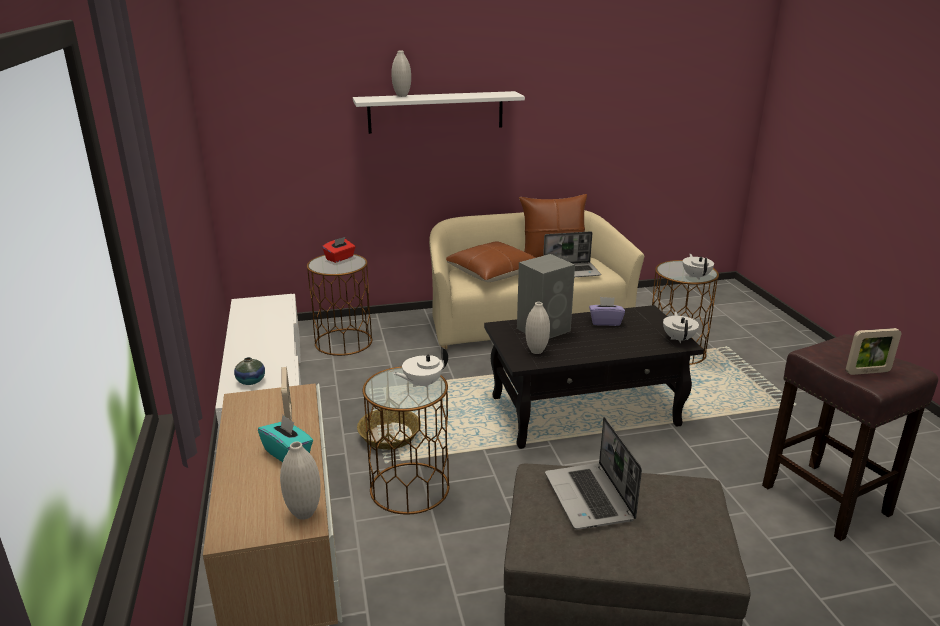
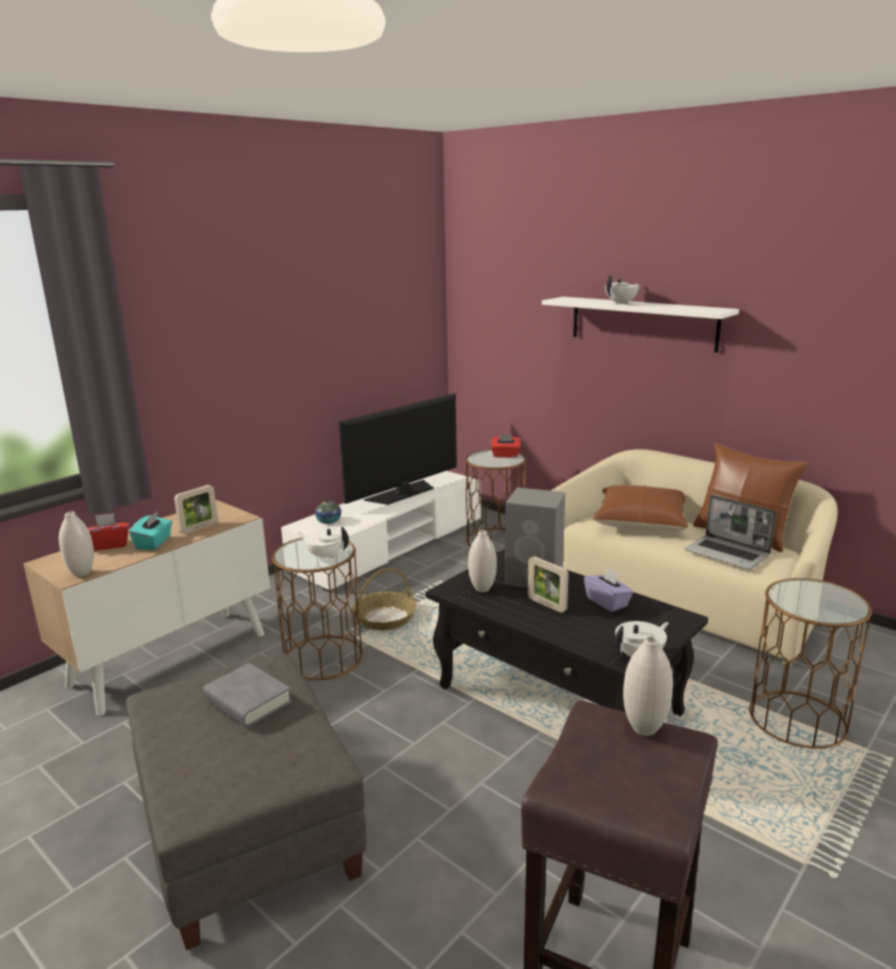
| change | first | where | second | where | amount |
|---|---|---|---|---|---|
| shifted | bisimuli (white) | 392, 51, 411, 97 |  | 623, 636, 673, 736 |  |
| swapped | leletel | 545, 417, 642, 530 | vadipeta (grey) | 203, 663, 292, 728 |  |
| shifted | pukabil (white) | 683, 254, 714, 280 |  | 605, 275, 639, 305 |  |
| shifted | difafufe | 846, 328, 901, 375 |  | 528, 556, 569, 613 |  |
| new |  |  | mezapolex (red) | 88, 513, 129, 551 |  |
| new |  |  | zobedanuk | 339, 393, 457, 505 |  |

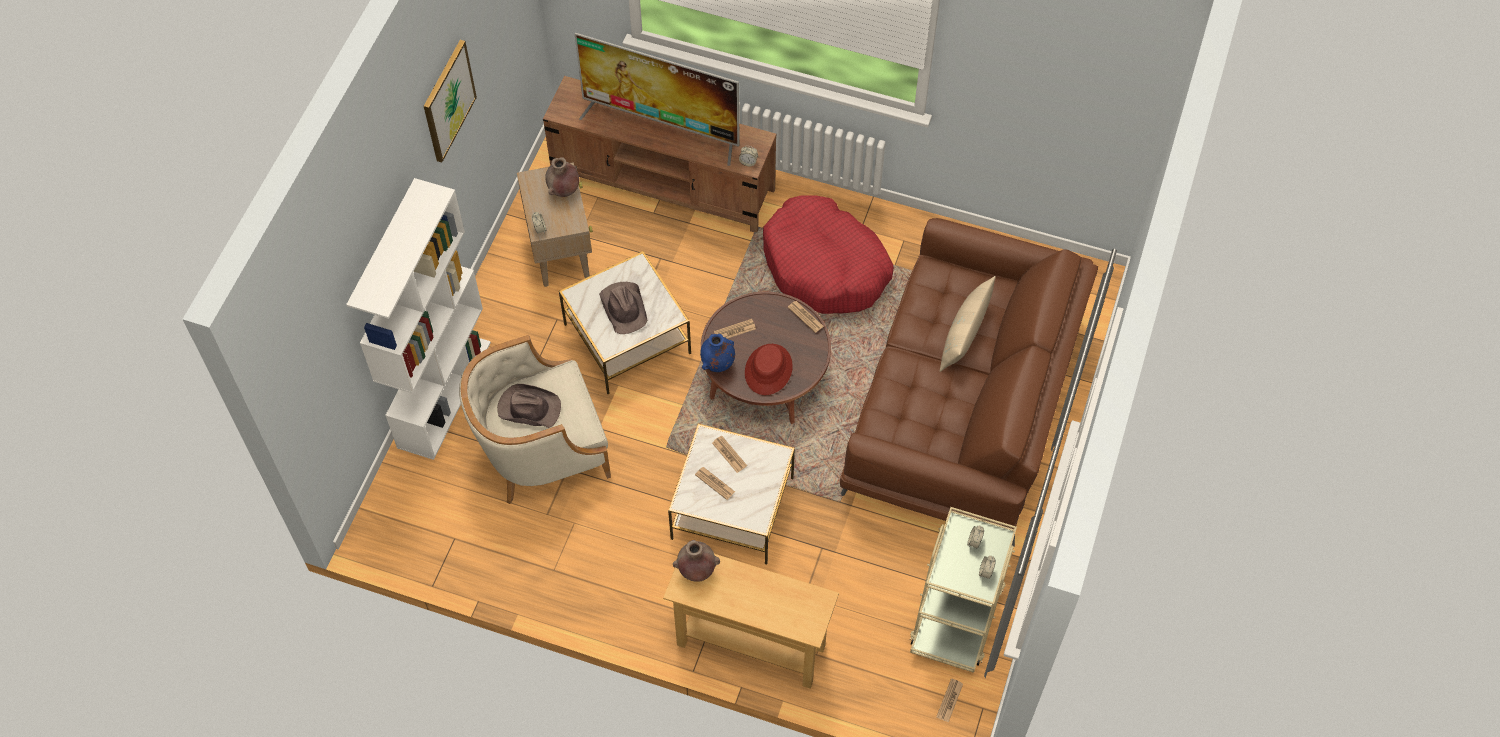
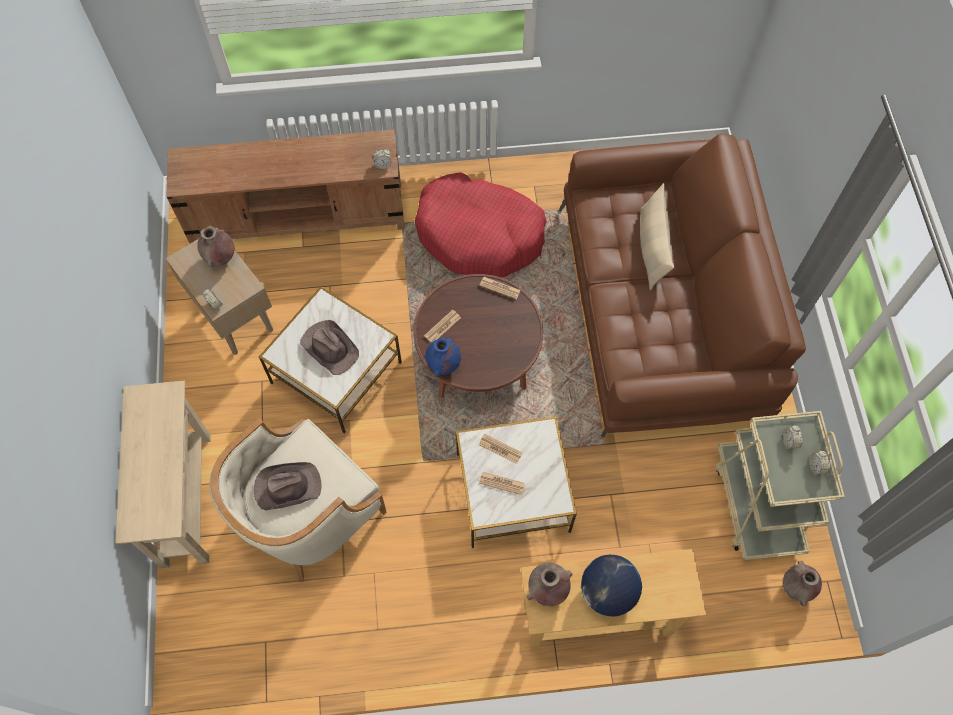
| change | first | where | second | where | amount |
|---|---|---|---|---|---|
| swapped | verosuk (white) | 346, 178, 491, 460 | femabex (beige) | 115, 381, 211, 568 |  |
| gone | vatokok | 424, 40, 477, 162 |  |  |  |
| gone | zobedanuk | 575, 33, 740, 166 |  |  |  |
| gone | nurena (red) | 745, 344, 793, 395 |  |  |  |
| swapped | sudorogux | 936, 678, 963, 722 | bisimuli (brown) | 783, 561, 822, 606 |  |
| new |  |  | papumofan | 581, 555, 642, 616 |  |

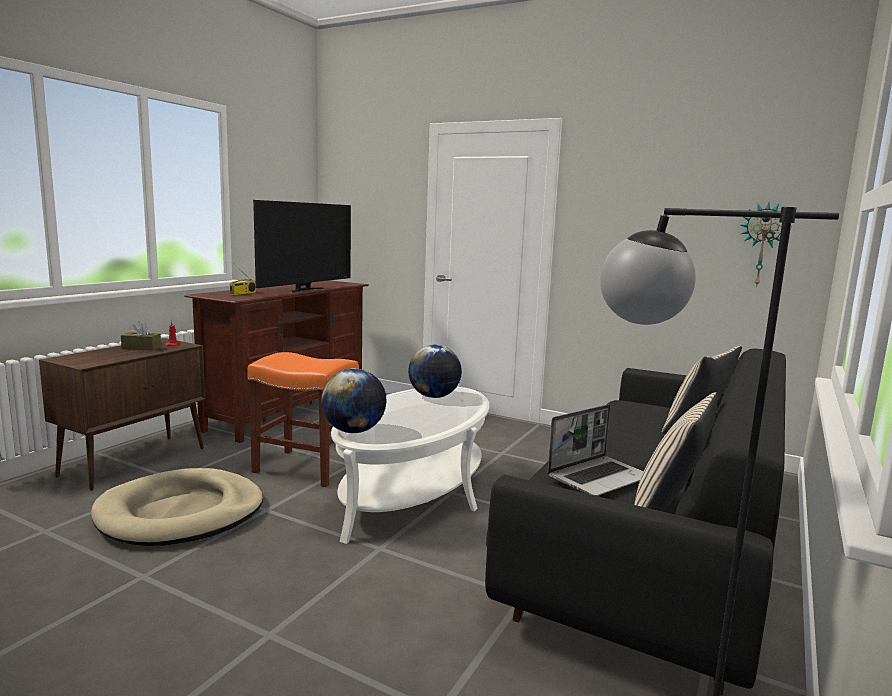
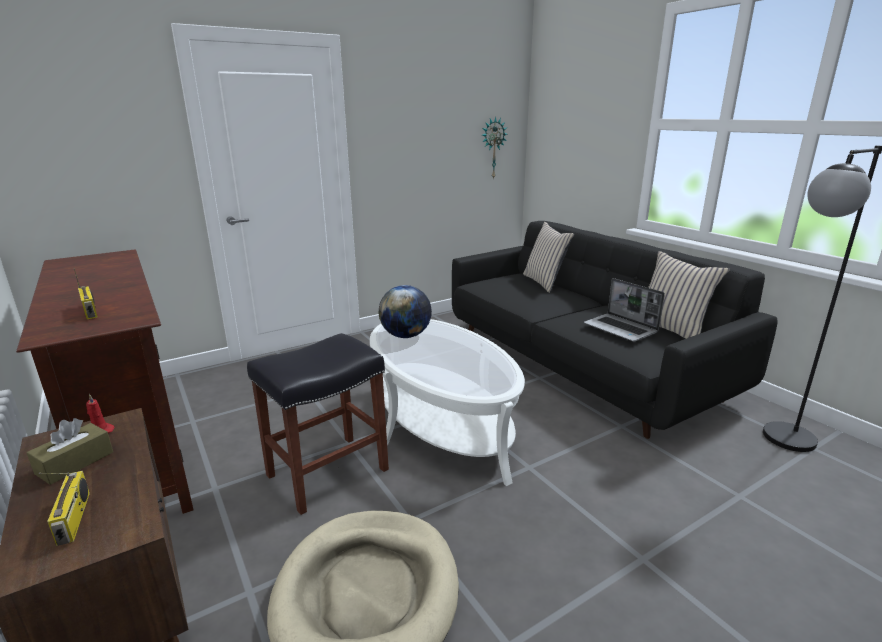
| change | first | where | second | where | amount |
|---|---|---|---|---|---|
| repainted | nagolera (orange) | 247, 352, 359, 487 | nagolera (black) | 247, 333, 389, 515 |  |
| gone | zobedanuk | 253, 200, 351, 292 |  |  |  |
| gone | papumofan | 321, 368, 387, 433 |  |  |  |
| rotated | leletel | 547, 404, 644, 496 |  | 584, 278, 665, 342 | 150 degrees clockwise |
| new |  |  | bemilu | 39, 471, 90, 546 |  |

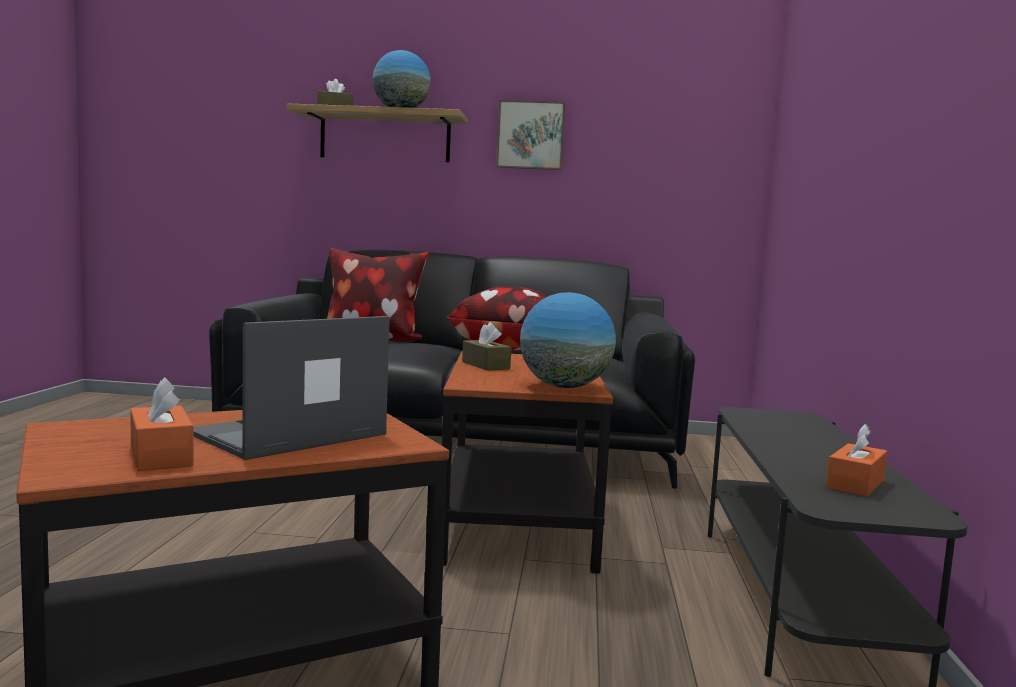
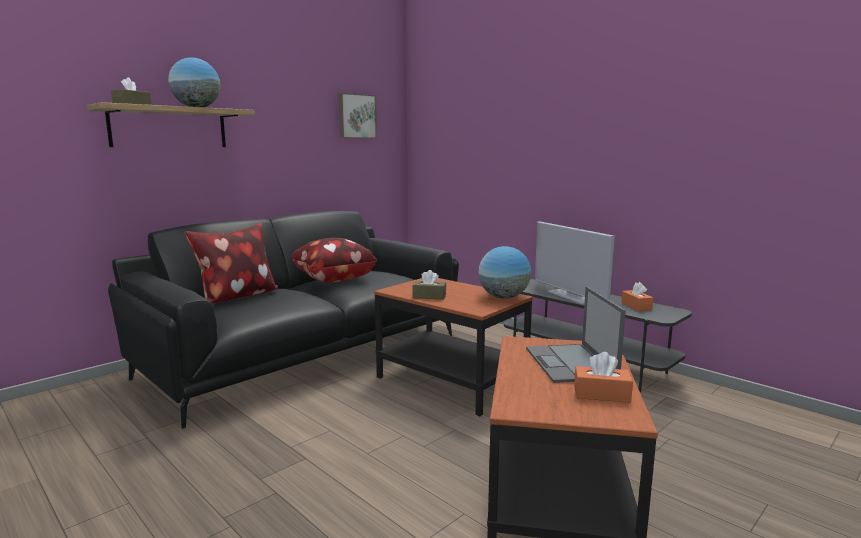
| change | first | where | second | where | amount |
|---|---|---|---|---|---|
| shifted | vatokok | 496, 100, 565, 170 |  | 338, 93, 377, 138 |  |
| new |  |  | zobedanuk | 535, 221, 615, 304 |  |

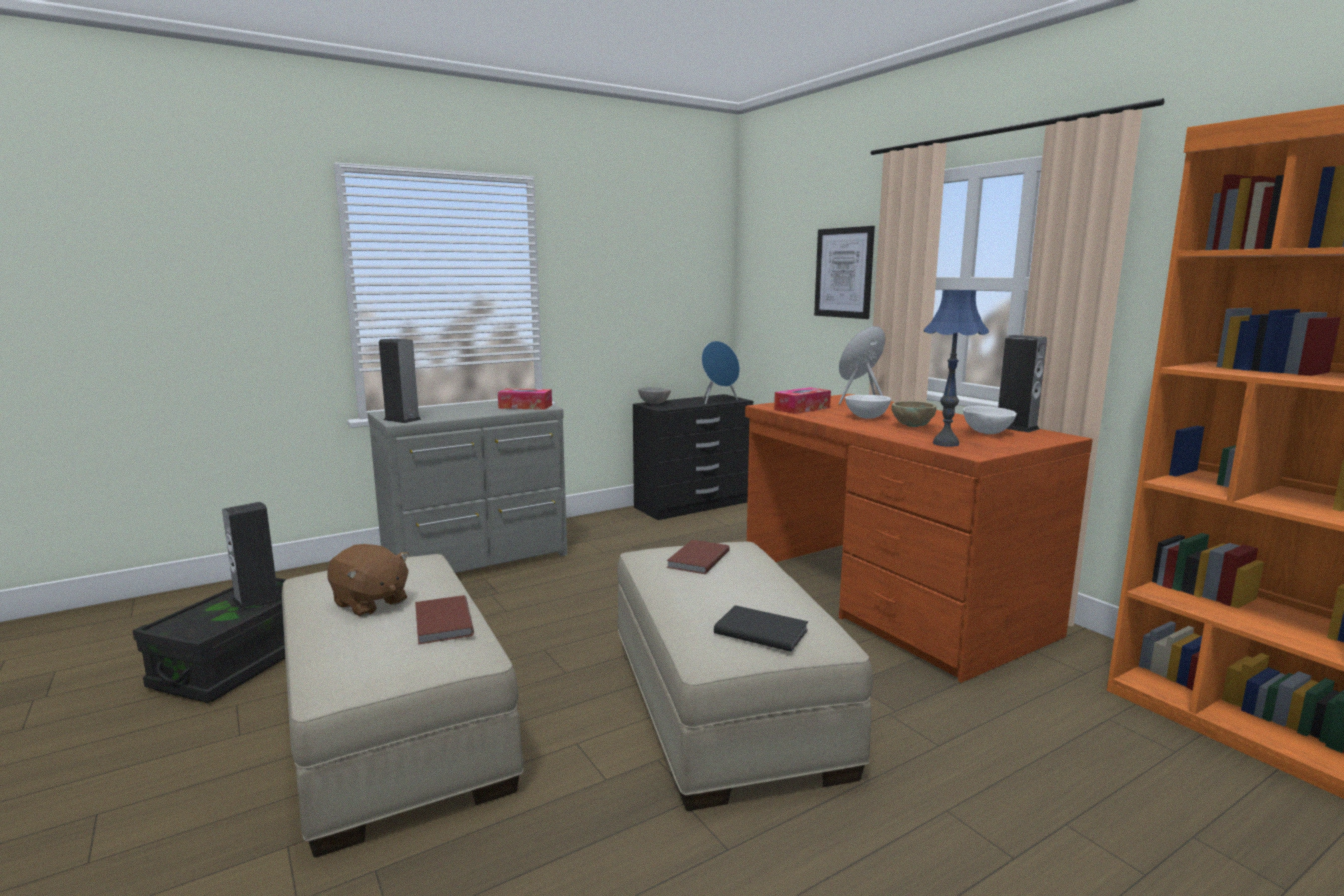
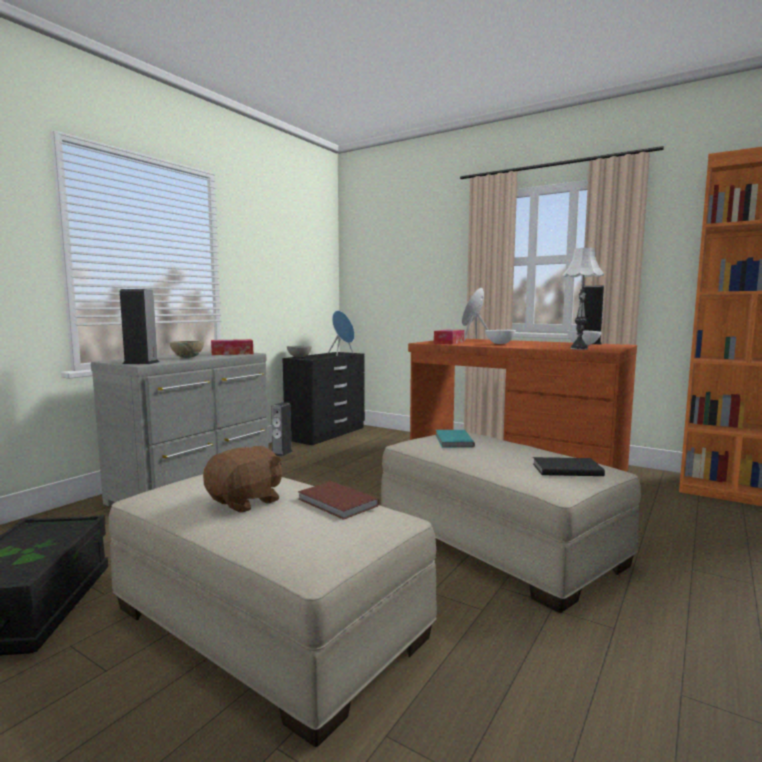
| change | first | where | second | where | amount |
|---|---|---|---|---|---|
| shifted | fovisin | 222, 502, 282, 609 |  | 271, 402, 293, 457 |  |
| rotated | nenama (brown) | 327, 544, 410, 616 |  | 203, 446, 282, 513 | 60 degrees counterclockwise |
| repainted | vadipeta (brown) | 667, 540, 730, 574 | vadipeta (turquoise) | 436, 430, 475, 448 |  |
| gone | vatokok | 814, 226, 875, 319 |  |  |  |
| shifted | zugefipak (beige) | 891, 401, 937, 427 |  | 170, 341, 204, 358 |  |
| repainted | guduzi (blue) | 924, 290, 989, 447 | guduzi (white) | 562, 248, 604, 350 |  |

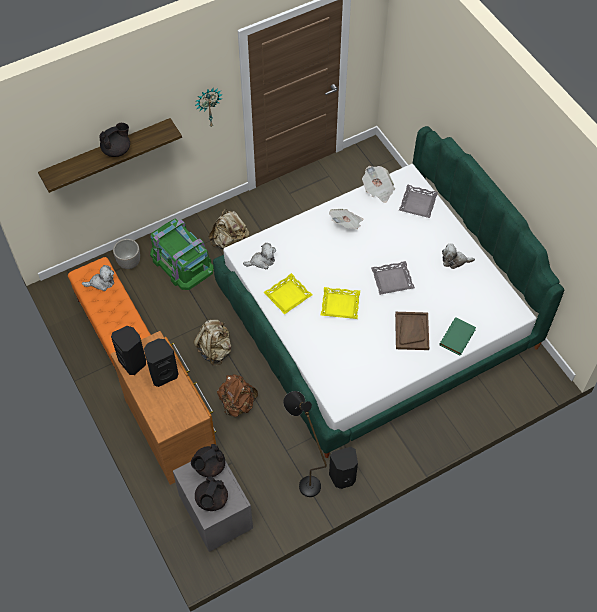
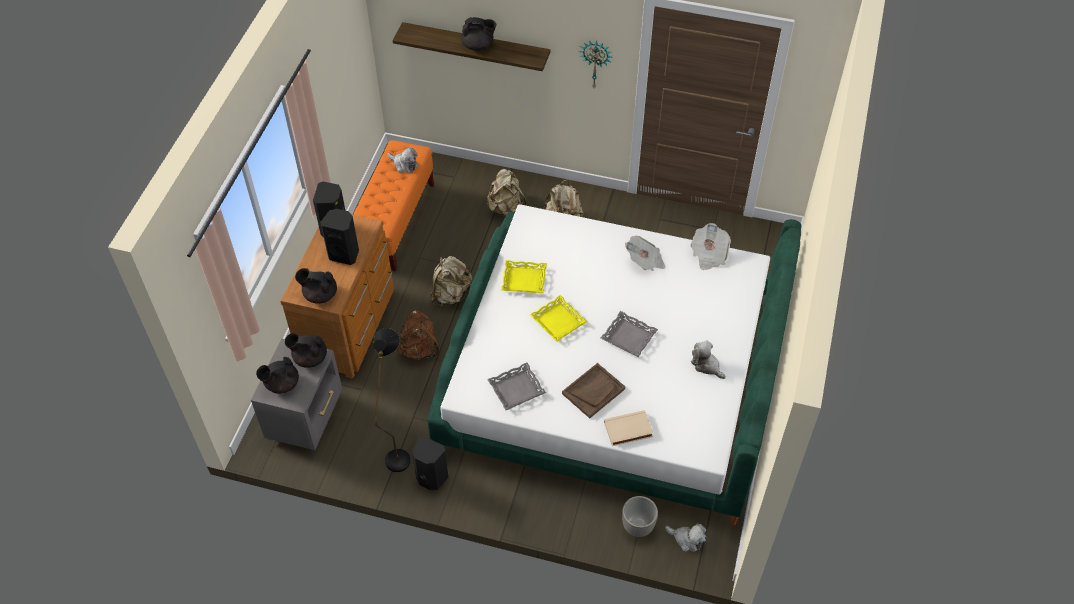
| change | first | where | second | where | amount |
|---|---|---|---|---|---|
| shifted | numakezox | 113, 239, 140, 269 |  | 622, 496, 658, 537 |  |
| swapped | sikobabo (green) | 150, 218, 214, 290 | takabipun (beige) | 487, 169, 527, 216 |  |
| shifted | nenama | 243, 243, 276, 269 |  | 665, 523, 707, 552 |  |
| shifted | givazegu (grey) | 399, 184, 438, 218 |  | 487, 363, 546, 410 |  |
| repainted | vadipeta (green) | 439, 317, 476, 356 | vadipeta (beige) | 604, 410, 653, 446 |  |
| new |  |  | pukabil (black) | 295, 268, 337, 304 |  |

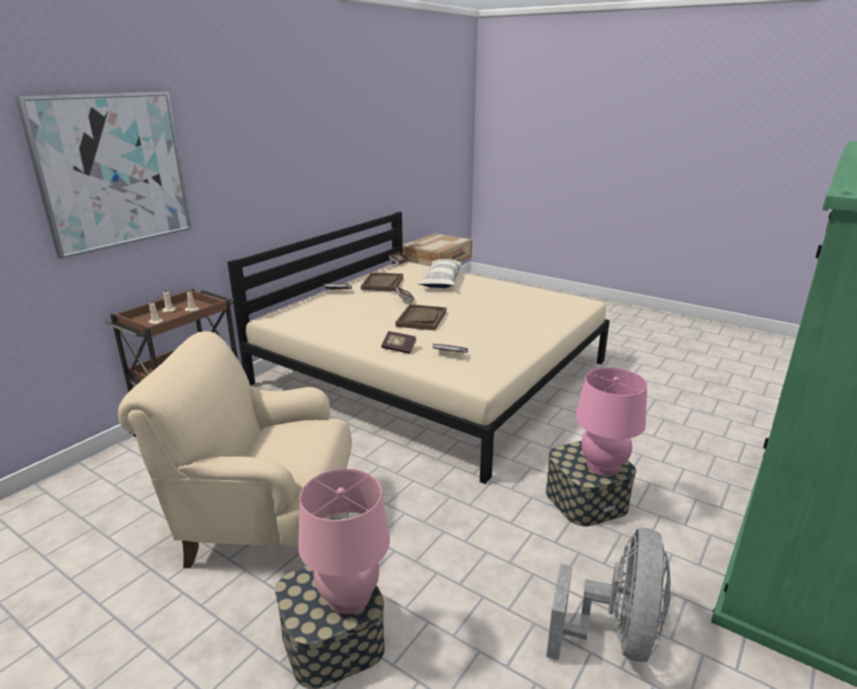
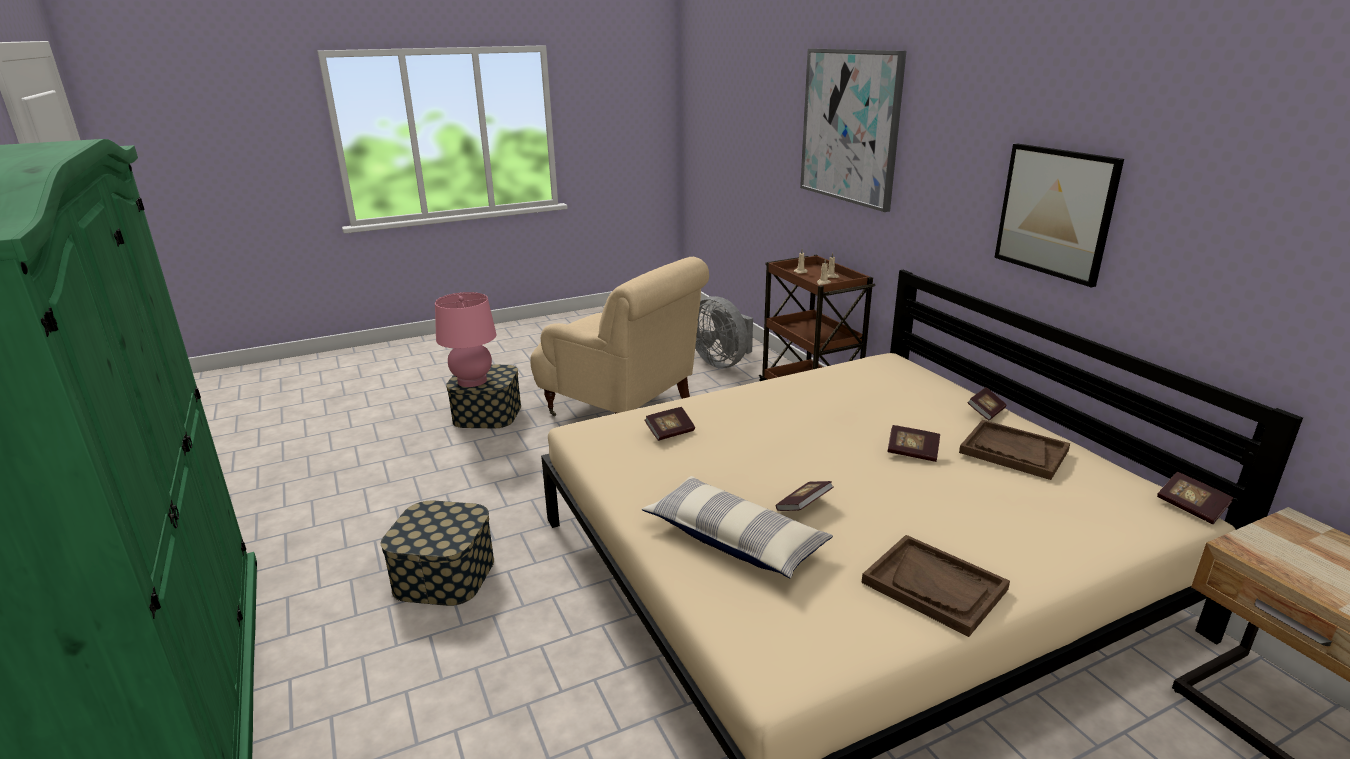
| change | first | where | second | where | amount |
|---|---|---|---|---|---|
| rotated | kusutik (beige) | 118, 331, 352, 568 |  | 530, 257, 709, 416 | 90 degrees clockwise |
| shifted | vadipeta | 381, 331, 416, 354 |  | 776, 481, 833, 511 |  |
| shifted | givazegu (brown) | 395, 304, 446, 331 |  | 861, 535, 1010, 637 |  |
| shifted | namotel | 418, 259, 462, 288 |  | 641, 476, 833, 578 |  |
| shifted | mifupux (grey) | 546, 528, 671, 662 |  | 695, 296, 753, 368 |  |
| gone | guduzi (pink) | 576, 367, 647, 476 |  |  |  |
| new |  |  | vatokok | 994, 143, 1124, 287 |  |

